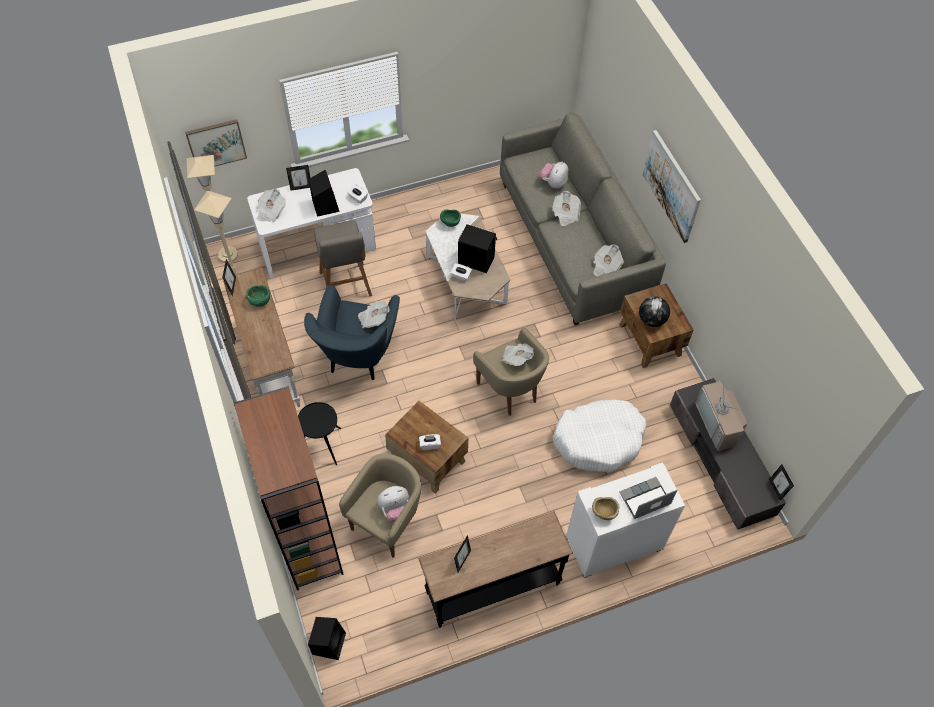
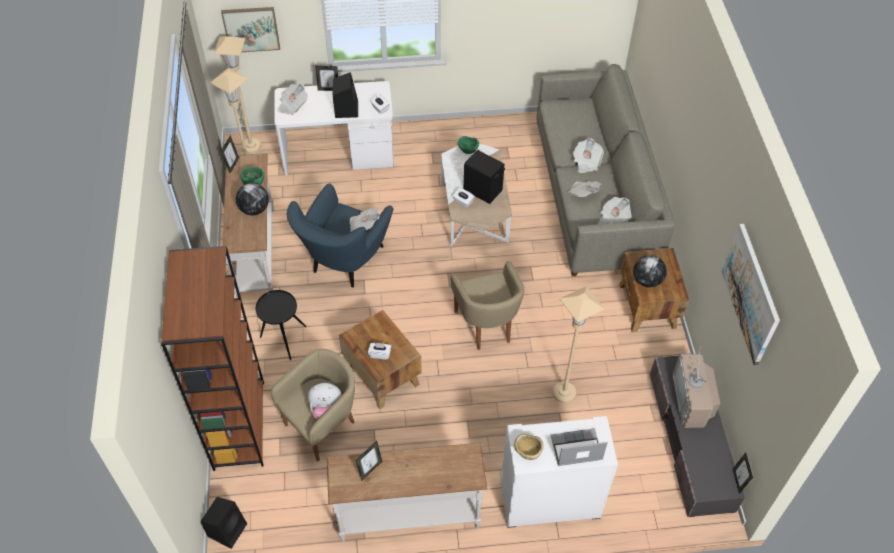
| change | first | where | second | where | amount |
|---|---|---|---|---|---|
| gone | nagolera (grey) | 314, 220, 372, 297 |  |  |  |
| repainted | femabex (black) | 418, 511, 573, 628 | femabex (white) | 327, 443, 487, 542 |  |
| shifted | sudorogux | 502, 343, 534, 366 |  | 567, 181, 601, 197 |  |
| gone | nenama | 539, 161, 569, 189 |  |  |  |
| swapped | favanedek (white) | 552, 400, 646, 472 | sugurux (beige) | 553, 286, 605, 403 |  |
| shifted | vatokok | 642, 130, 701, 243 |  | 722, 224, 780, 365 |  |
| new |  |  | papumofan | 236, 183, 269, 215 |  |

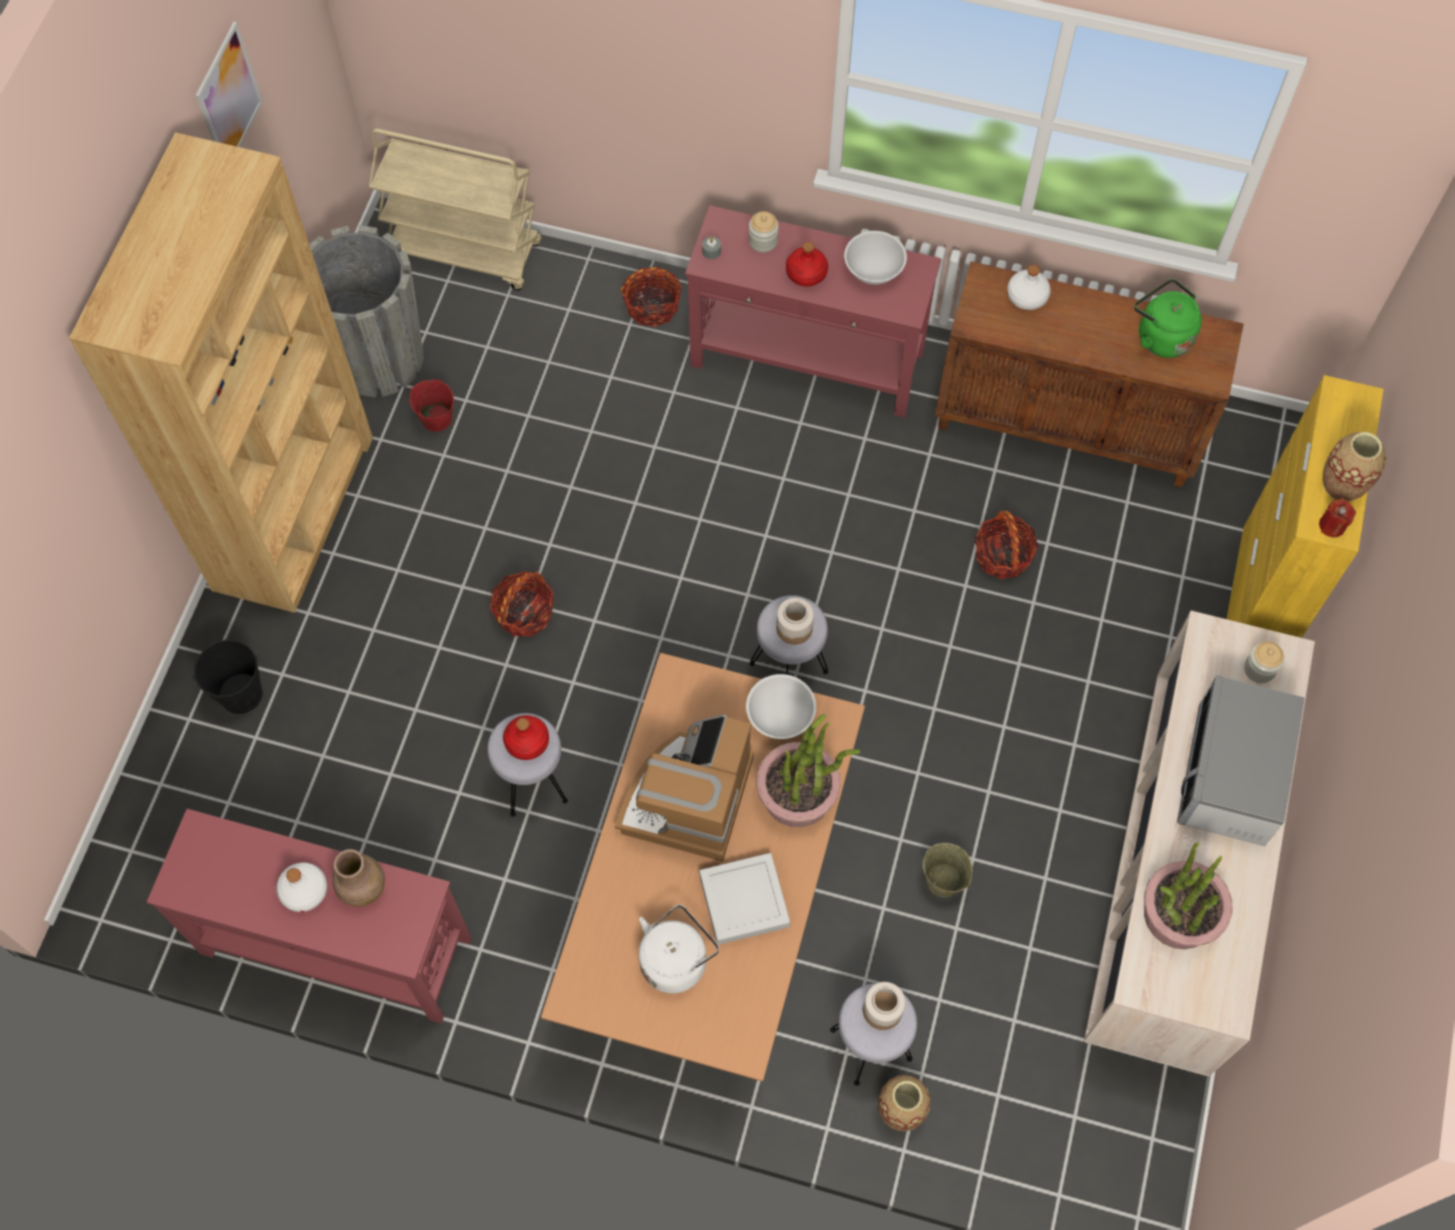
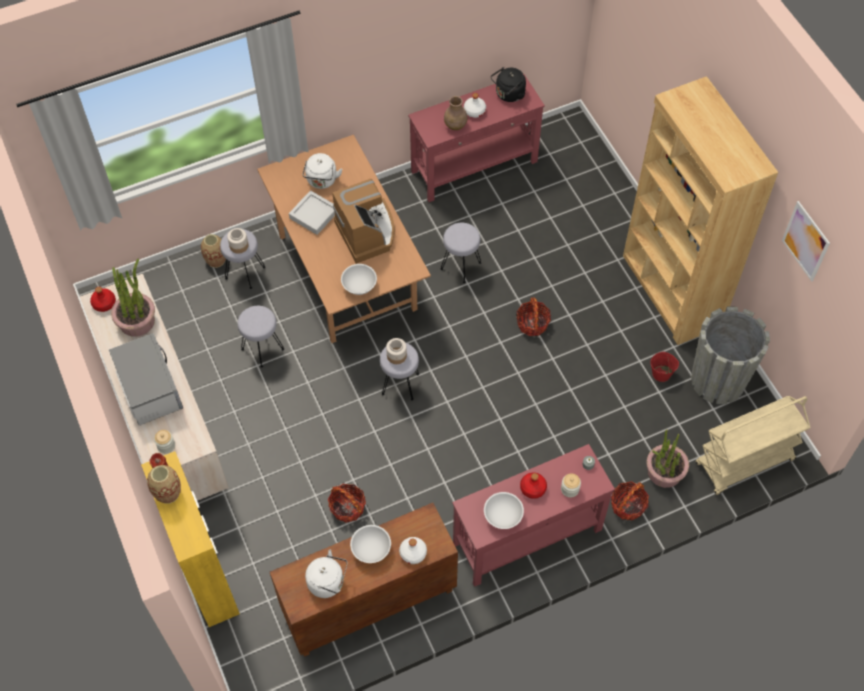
| change | first | where | second | where | amount |
|---|---|---|---|---|---|
| gone | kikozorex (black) | 193, 639, 263, 714 |  |  |  |
| shifted | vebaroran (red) | 503, 715, 549, 760 |  | 90, 287, 116, 312 |  |
| shifted | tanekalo | 756, 714, 860, 827 |  | 647, 429, 689, 488 |  |
| swapped | kikozorex (beige) | 923, 843, 973, 897 | nagolera (grey) | 238, 306, 284, 368 |  |
| repainted | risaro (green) | 1134, 279, 1202, 358 | risaro (white) | 305, 550, 347, 598 |  |
| new |  |  | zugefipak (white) | 350, 525, 391, 563 |  |
| new |  |  | risaro (black) | 491, 67, 526, 102 |  |

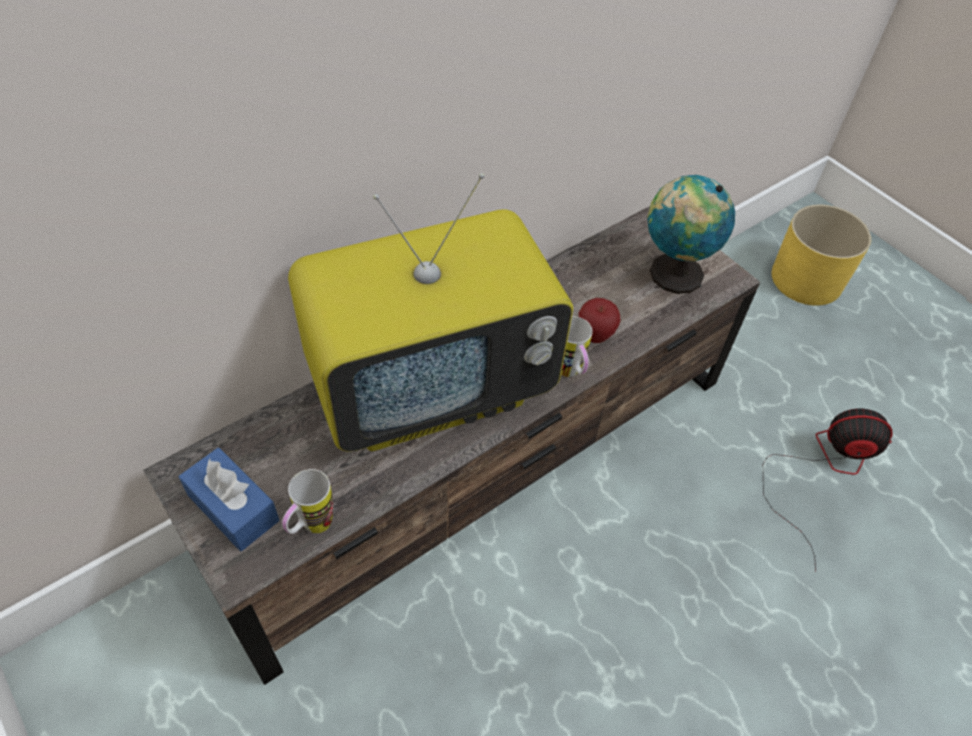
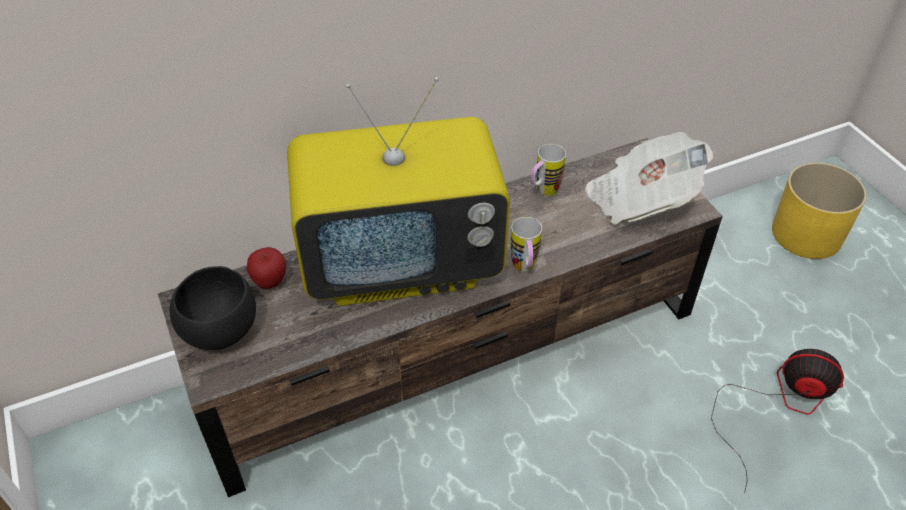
| change | first | where | second | where | amount |
|---|---|---|---|---|---|
| swapped | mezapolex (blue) | 179, 448, 279, 551 | zugefipak (black) | 169, 266, 256, 350 |  |
| shifted | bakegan | 282, 469, 333, 534 |  | 531, 144, 566, 196 |  |
| shifted | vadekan | 579, 298, 621, 343 |  | 246, 247, 286, 289 |  |
| swapped | papumofan | 647, 175, 735, 294 | sudorogux | 585, 132, 714, 225 |  |

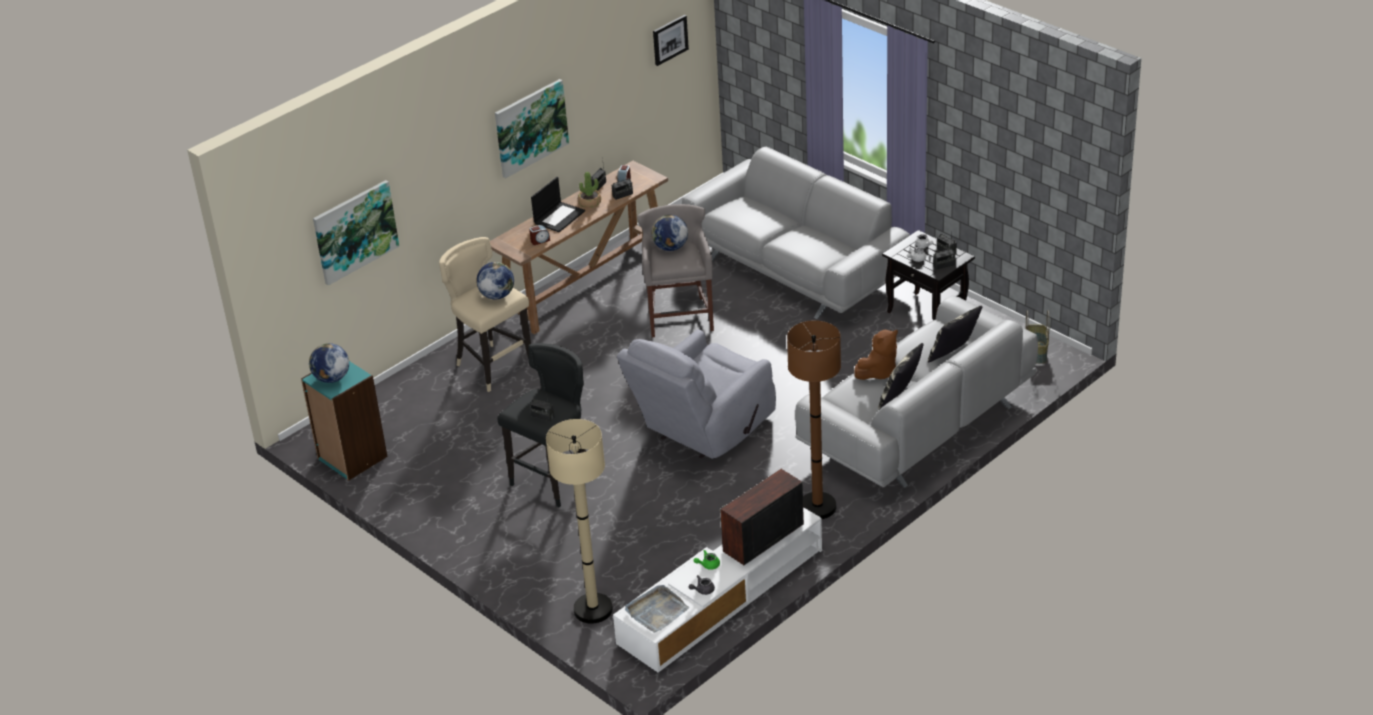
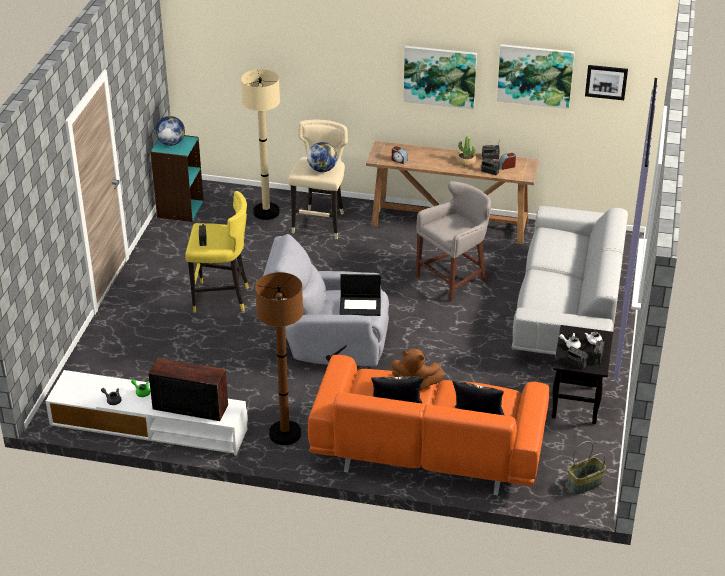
| change | first | where | second | where | amount |
|---|---|---|---|---|---|
| shifted | vatokok | 313, 180, 399, 286 |  | 497, 44, 575, 109 |  |
| repainted | nagolera (black) | 497, 343, 586, 507 | nagolera (yellow) | 185, 191, 249, 313 |  |
| shifted | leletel | 531, 177, 585, 232 |  | 339, 274, 381, 316 |  |
| shifted | sugurux (beige) | 546, 419, 613, 624 |  | 241, 69, 280, 220 |  |
| gone | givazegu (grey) | 625, 585, 689, 633 |  |  |  |
| gone | papumofan | 652, 215, 688, 251 |  |  |  |
| repainted | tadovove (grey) | 795, 295, 1038, 488 | tadovove (orange) | 308, 355, 549, 495 |  |

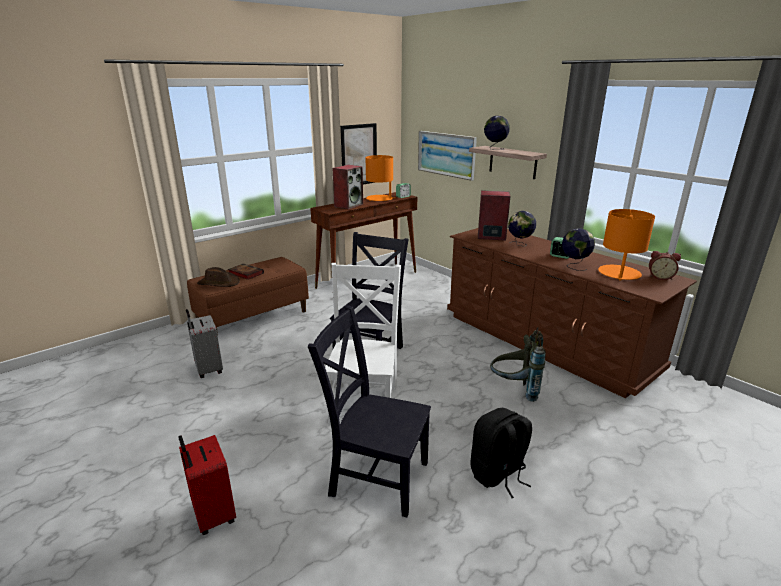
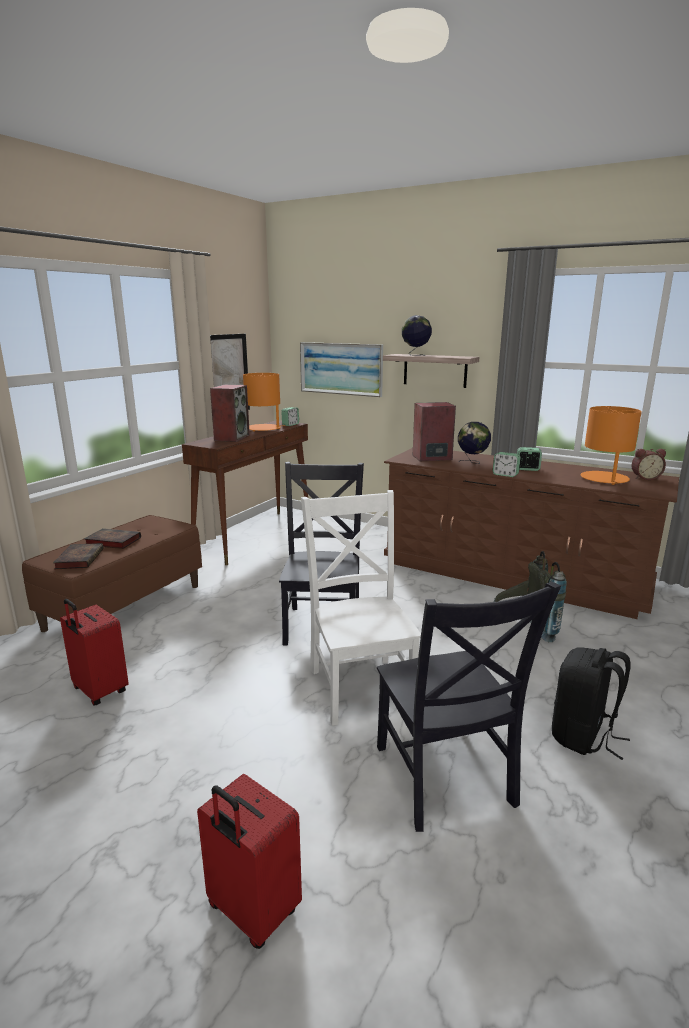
| change | first | where | second | where | amount |
|---|---|---|---|---|---|
| repainted | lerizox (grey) | 186, 309, 223, 378 | lerizox (red) | 60, 599, 129, 706 |  |
| swapped | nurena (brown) | 197, 267, 240, 287 | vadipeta | 53, 543, 104, 569 |  |
| rotated | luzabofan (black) | 308, 305, 431, 518 |  | 377, 582, 561, 832 | 105 degrees counterclockwise |
| gone | papumofan | 562, 228, 595, 271 |  |  |  |
| new |  |  | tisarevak | 493, 452, 521, 477 |  |

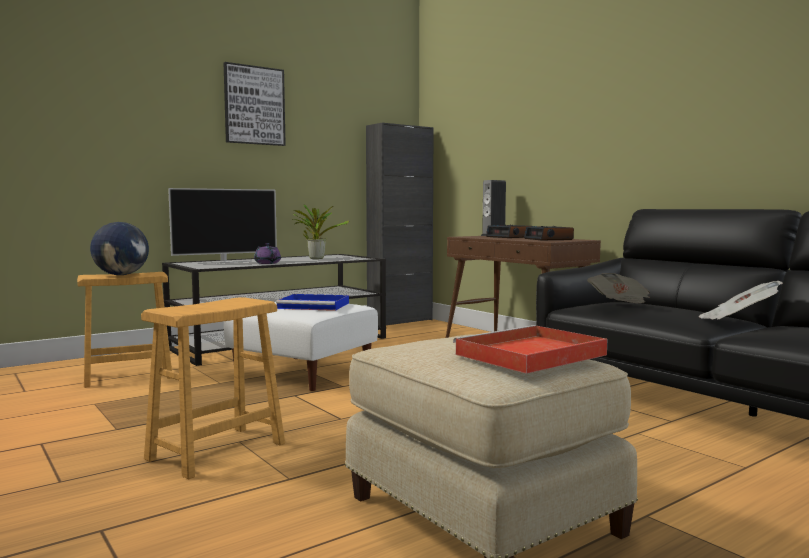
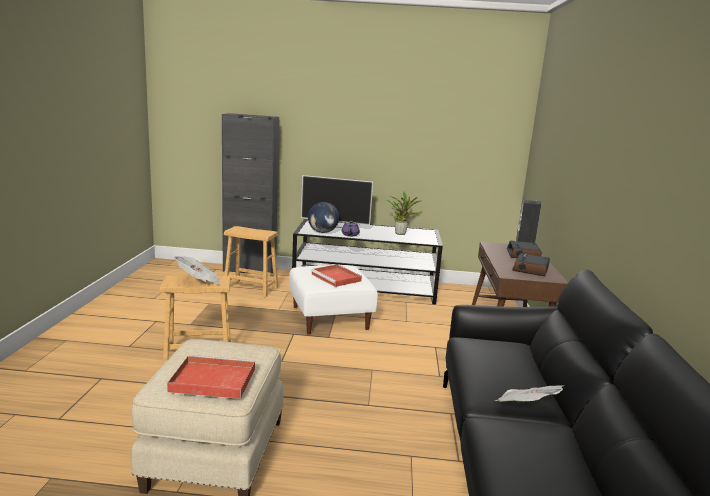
| change | first | where | second | where | amount |
|---|---|---|---|---|---|
| shifted | papumofan | 90, 222, 149, 275 |  | 308, 202, 339, 233 |  |
| gone | vatokok | 224, 62, 286, 146 |  |  |  |
| repainted | givazegu (blue) | 276, 294, 349, 311 | givazegu (red) | 311, 264, 362, 287 |  |
| shifted | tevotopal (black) | 366, 123, 433, 325 |  | 222, 113, 279, 274 |  |
| shifted | sudorogux | 587, 273, 650, 303 |  | 174, 256, 221, 285 |  |

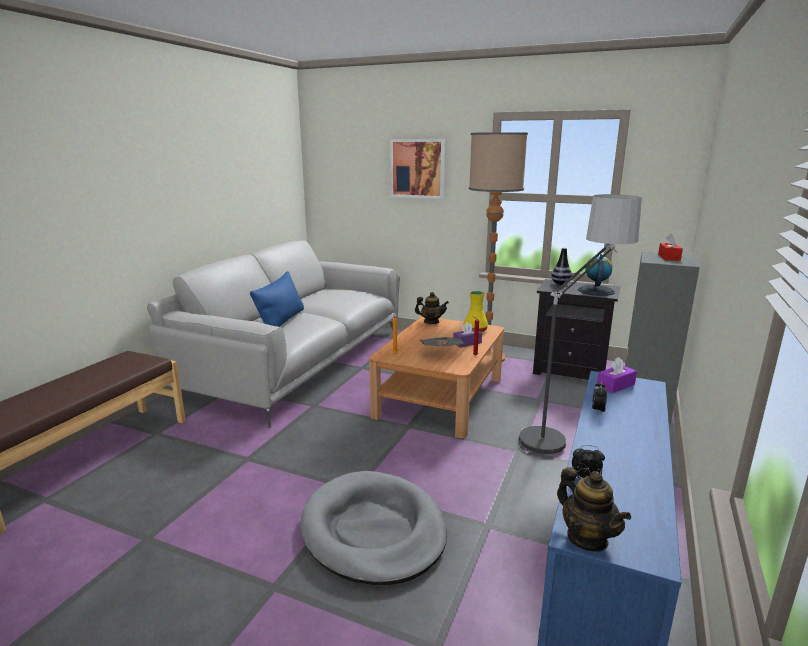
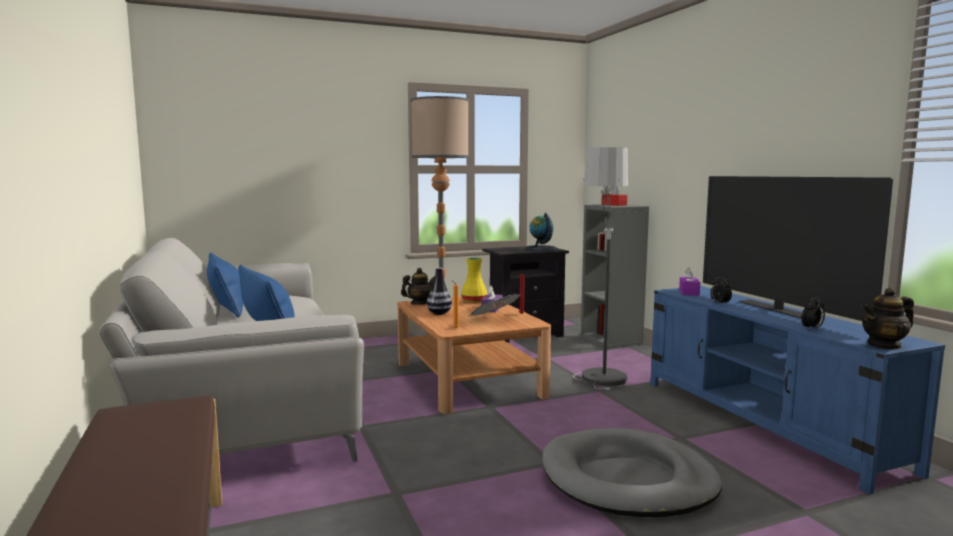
| change | first | where | second | where | amount |
|---|---|---|---|---|---|
| gone | vatokok | 390, 139, 445, 199 |  |  |  |
| shifted | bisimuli | 551, 248, 572, 285 |  | 427, 268, 452, 315 |  |
| rotated | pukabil | 557, 467, 631, 552 |  | 861, 287, 914, 350 | 150 degrees clockwise |
| new |  |  | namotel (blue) | 207, 253, 244, 318 |  |
| new |  |  | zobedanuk | 703, 176, 893, 321 |  |

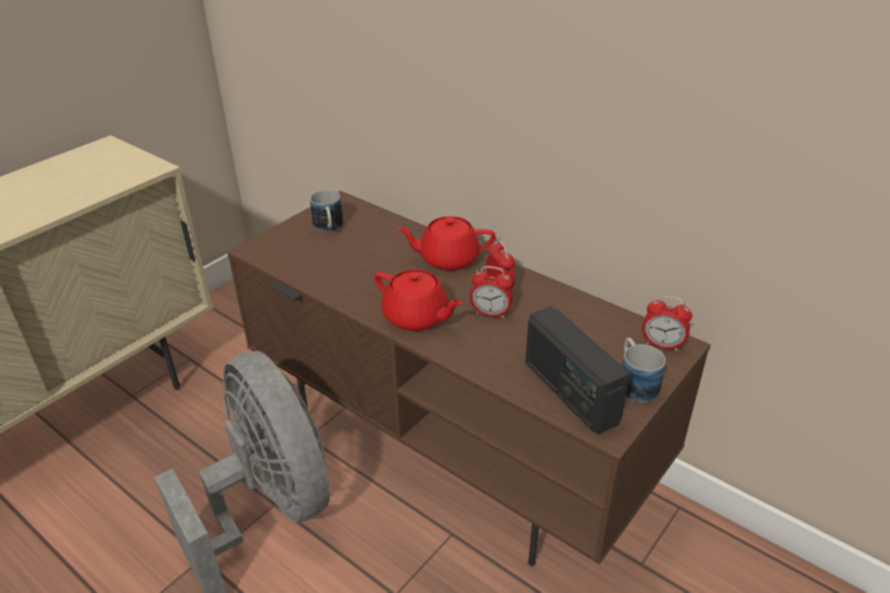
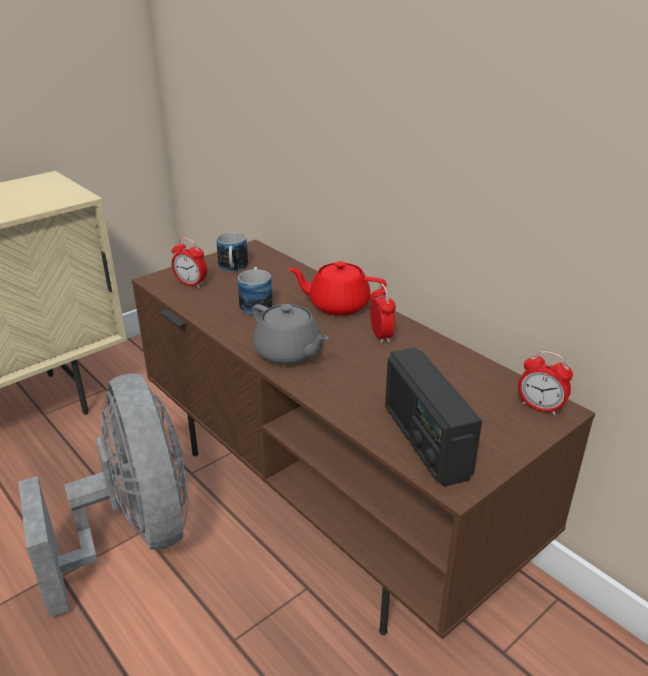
| change | first | where | second | where | amount |
|---|---|---|---|---|---|
| repainted | pukabil (red) | 374, 269, 463, 331 | pukabil (grey) | 252, 304, 329, 365 |  |
| shifted | tisarevak | 470, 266, 513, 318 |  | 171, 238, 207, 288 |  |
| shifted | bakegan | 622, 338, 666, 403 |  | 238, 267, 273, 315 |  |

